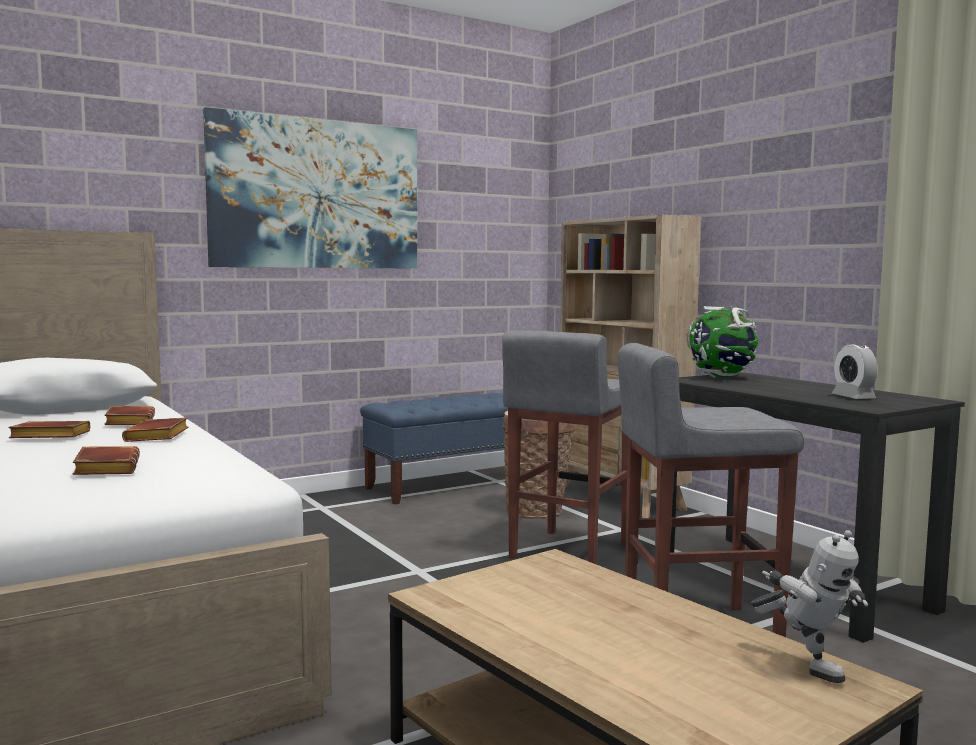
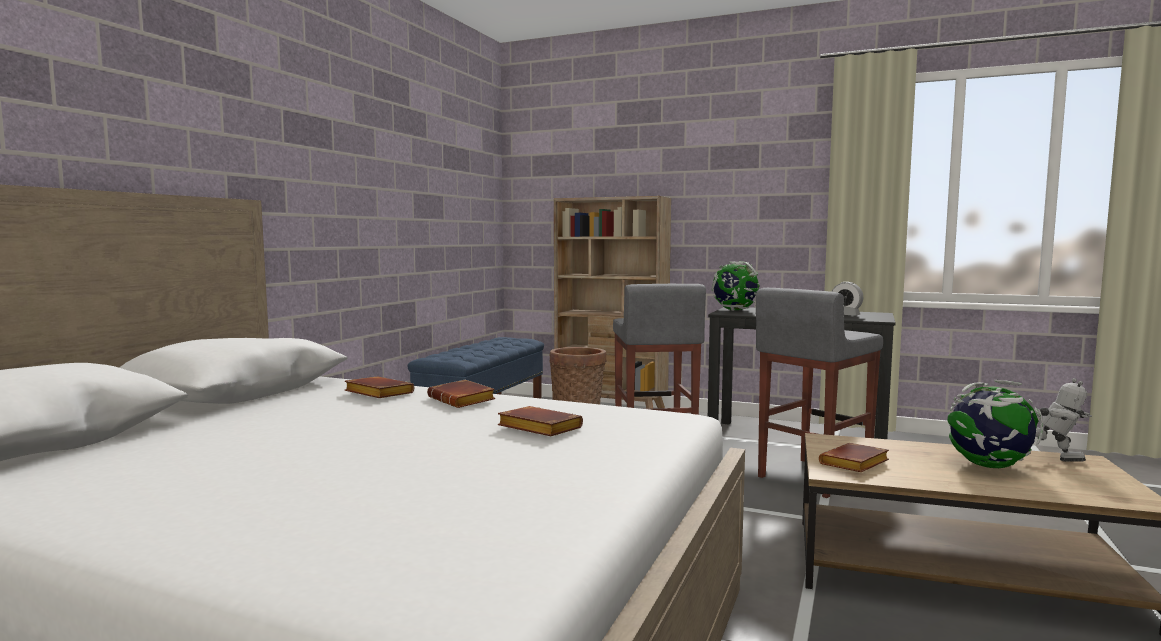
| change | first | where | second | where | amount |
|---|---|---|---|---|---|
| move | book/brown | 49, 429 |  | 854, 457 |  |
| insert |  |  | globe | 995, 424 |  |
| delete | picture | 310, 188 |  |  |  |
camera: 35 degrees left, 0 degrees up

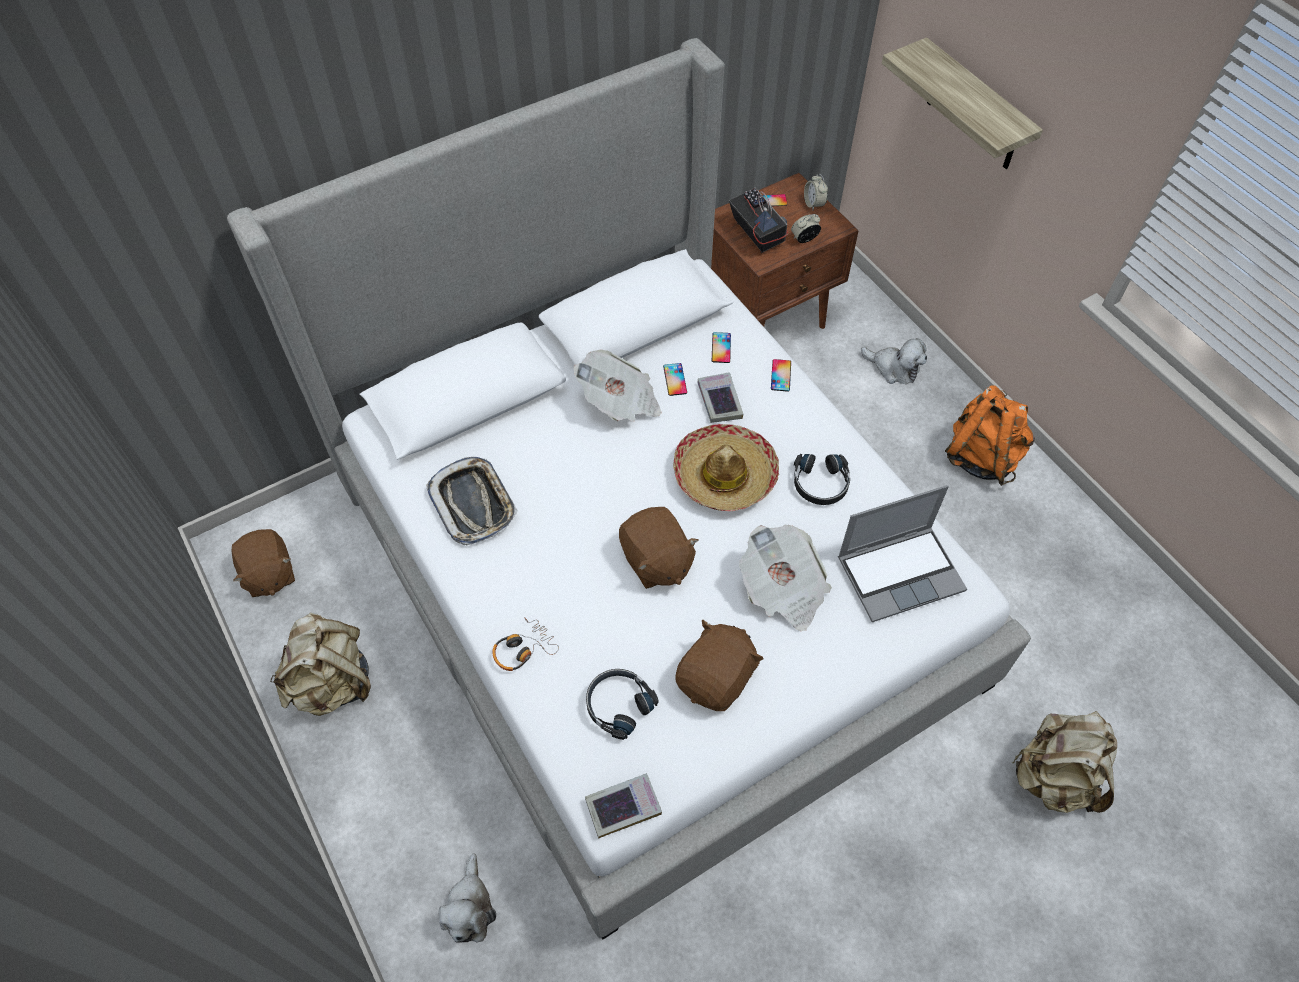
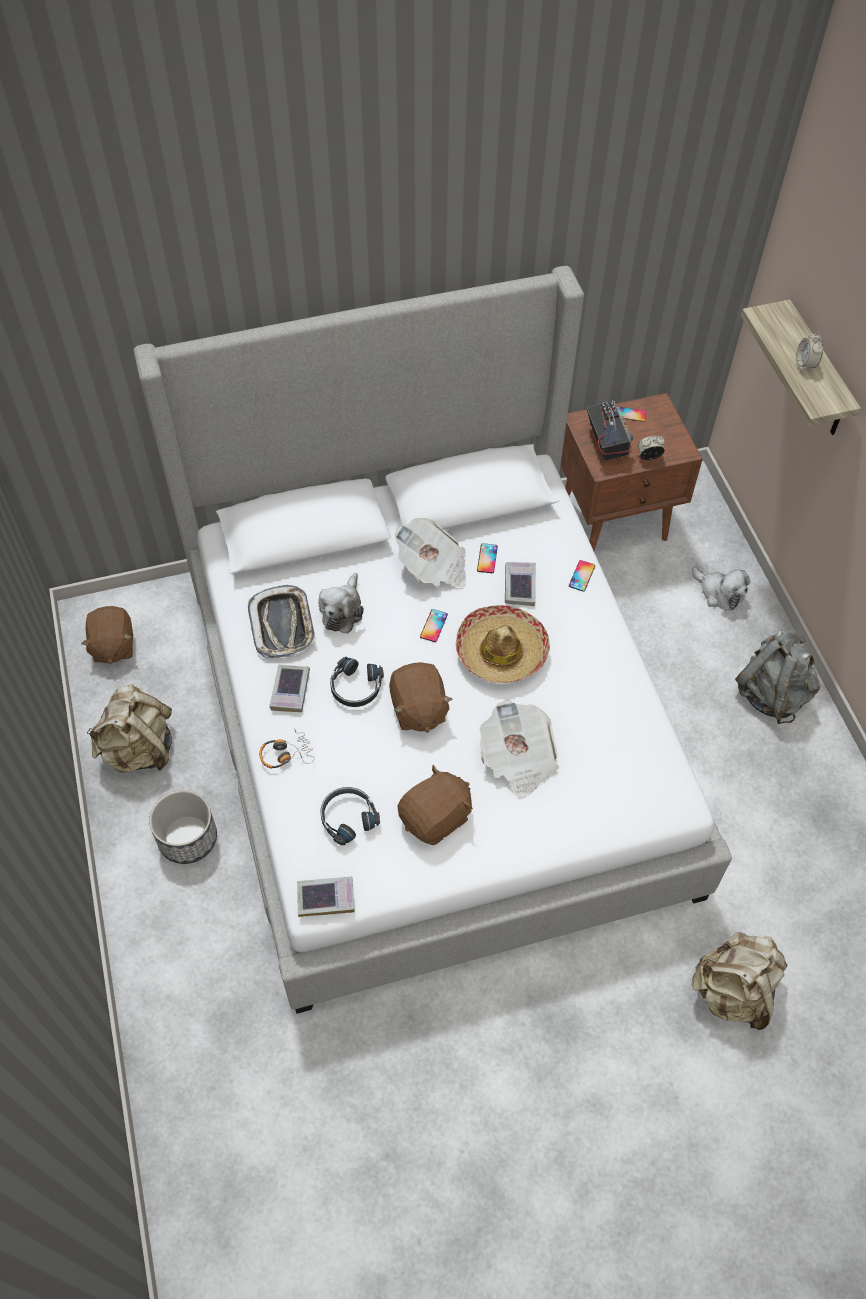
| change | first | where | second | where | amount |
|---|---|---|---|---|---|
| insert |  |  | planter | 183, 827 |  |
| insert |  |  | book | 289, 688 |  |
| move | plush toy | 467, 898 |  | 341, 603 |  |
| move | headphones/black | 822, 479 |  | 357, 682 |  |
| move | phone | 721, 347 |  | 434, 625 |  |
| recolor | backpack/orange | 990, 435 | backpack/grey | 777, 676 |  |
| move | alarm clock | 816, 192 |  | 809, 352 |  |
| delete | laptop | 902, 553 |  |  |  |
camera: 15 degrees right, 0 degrees up

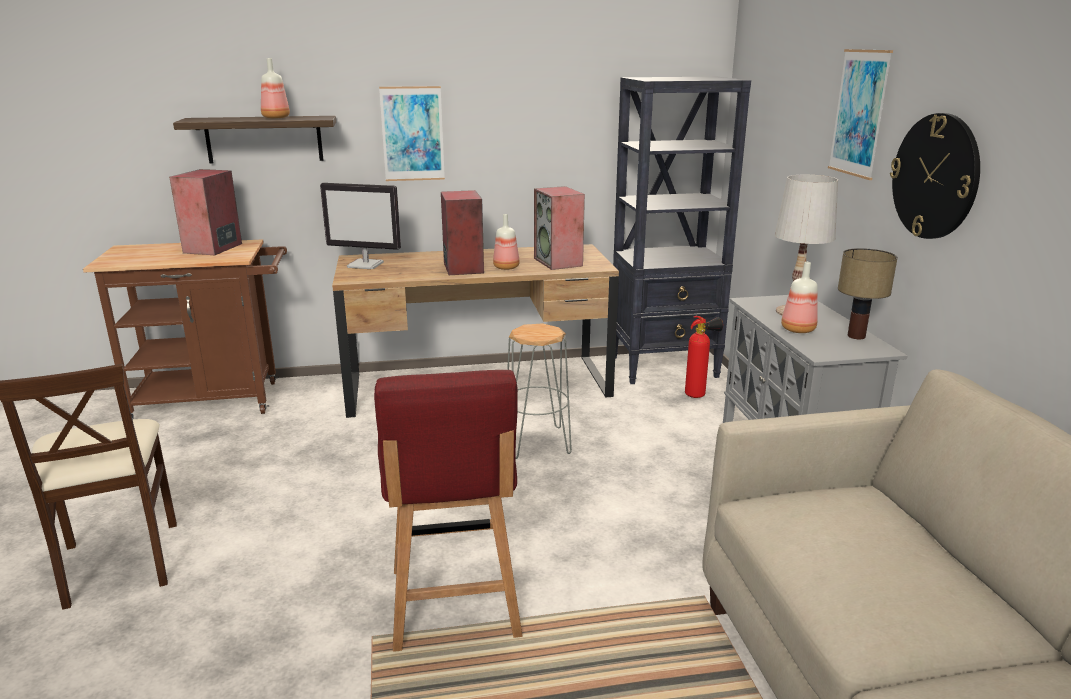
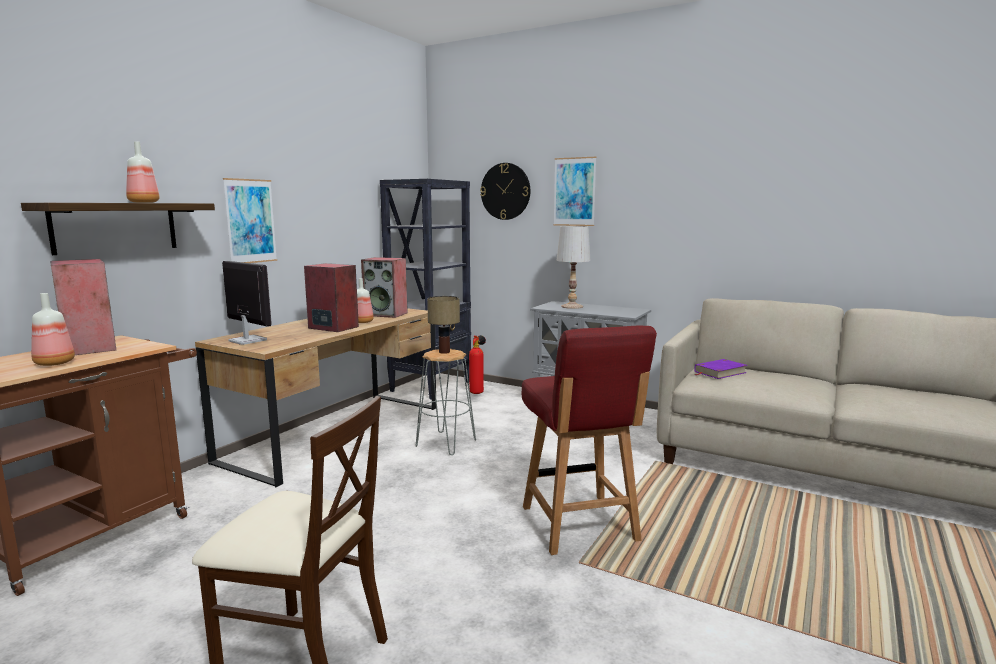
| change | first | where | second | where | amount |
|---|---|---|---|---|---|
| move | bottle | 799, 297 |  | 53, 329 |  |
| rotate | monitor | 360, 226 |  | 247, 303 | 105 degrees counterclockwise |
| move | table lamp | 868, 293 |  | 443, 325 |  |
| move | wall clock | 935, 176 |  | 505, 191 |  |
| rotate | chair/red | 448, 511 |  | 589, 440 | 45 degrees clockwise |
| insert |  |  | book/purple | 720, 369 |  |
camera: 50 degrees left, 10 degrees down

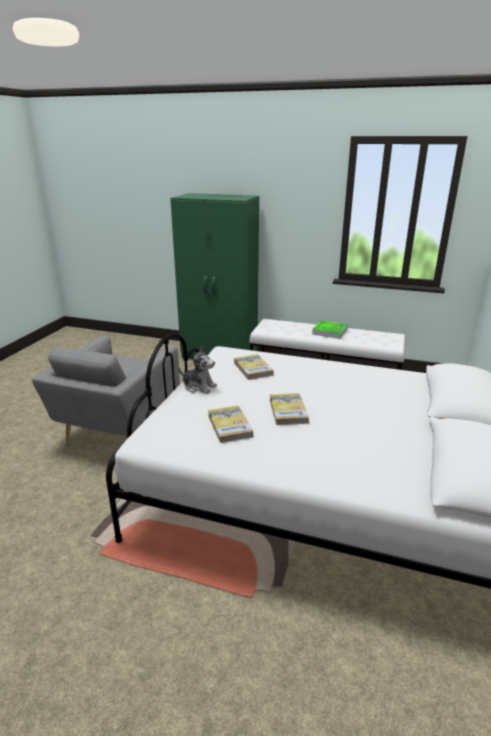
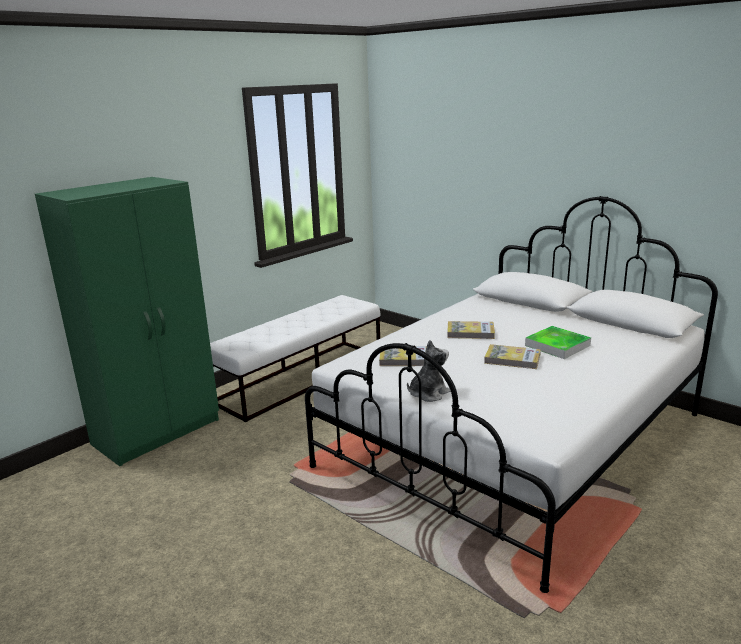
| change | first | where | second | where | amount |
|---|---|---|---|---|---|
| move | book | 230, 424 |  | 471, 330 |  |
| move | tray | 330, 329 |  | 558, 342 |  |
| delete | armchair/grey | 106, 391 |  |  |  |
camera: 65 degrees left, 5 degrees down

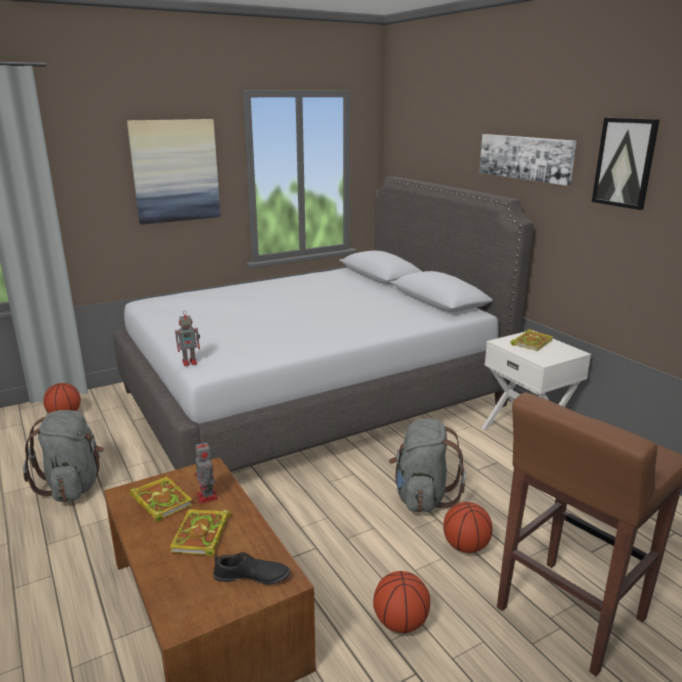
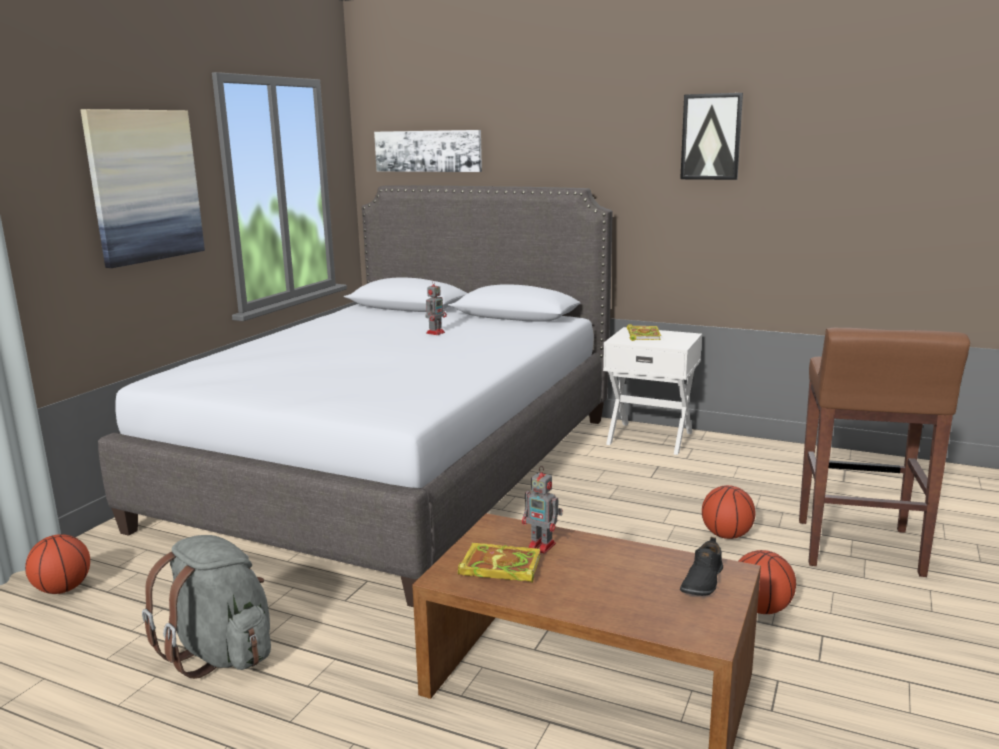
| change | first | where | second | where | amount |
|---|---|---|---|---|---|
| move | picture | 528, 160 |  | 428, 151 |  |
| move | toy robot | 187, 338 |  | 436, 308 |  |
| rotate | shoe/black | 251, 568 |  | 701, 566 | 150 degrees clockwise |
| delete | book | 200, 532 |  |  |  |
| delete | backpack/grey | 427, 465 |  |  |  |
camera: 35 degrees left, 5 degrees down

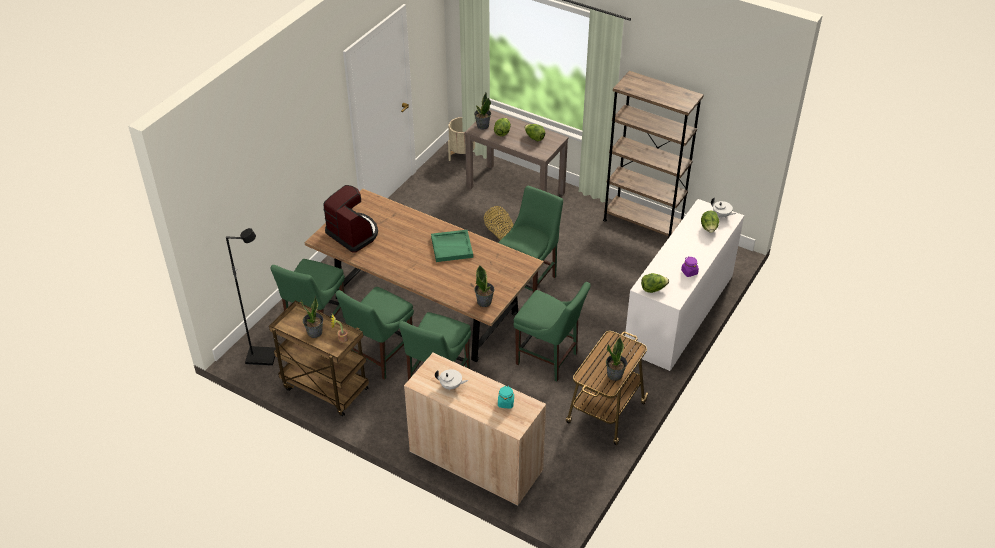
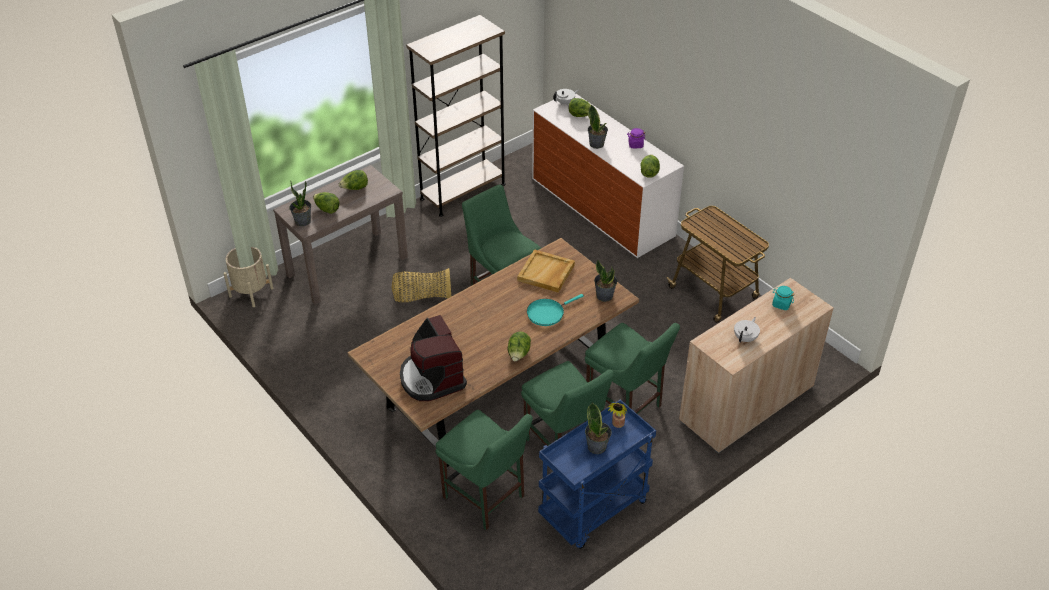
| change | first | where | second | where | amount |
|---|---|---|---|---|---|
| rotate | coffee machine | 350, 219 |  | 433, 358 | 90 degrees counterclockwise |
| insert |  |  | lettuce | 519, 346 |  |
| insert |  |  | tray/beige | 546, 271 |  |
| insert |  |  | frying pan/turquoise | 555, 310 |  |
| recolor | cart/brown | 319, 359 | cart/blue | 597, 474 |  |
| move | potted plant | 616, 359 |  | 598, 126 |  |
| delete | floor lamp/black | 251, 297 |  |  |  |
| delete | tray/green | 452, 246 |  |  |  |
| delete | chair/green | 552, 331 |  |  |  |
camera: 70 degrees left, 0 degrees up

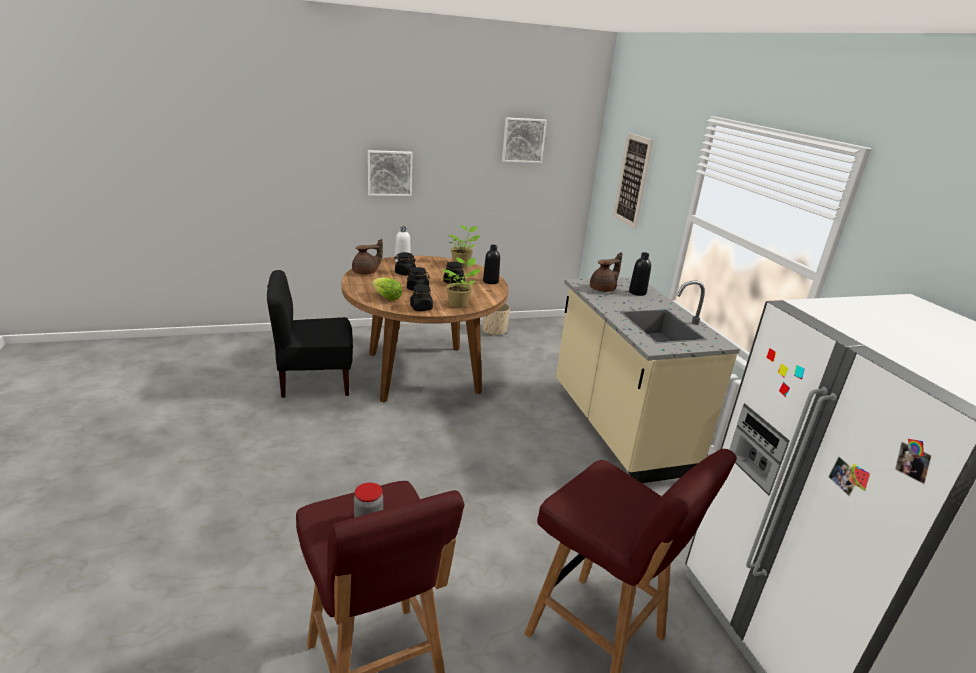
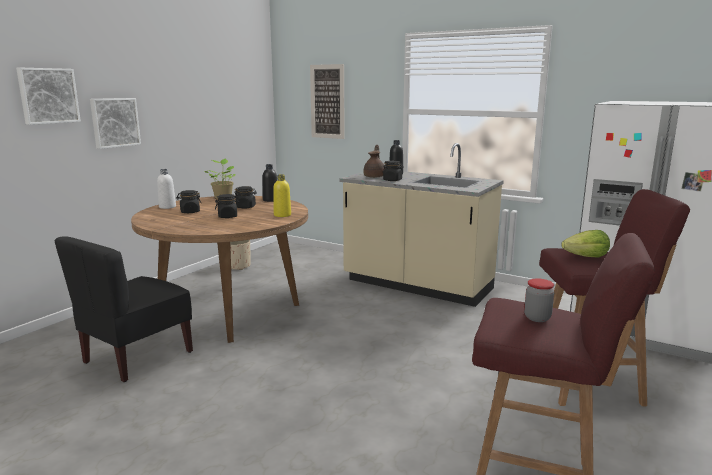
| change | first | where | second | where | amount |
|---|---|---|---|---|---|
| move | picture | 524, 140 |  | 48, 96 |  |
| replace | potted plant | 461, 282 | bottle/yellow | 282, 195 |  |
| move | jar/black | 421, 297 |  | 393, 171 |  |
| move | lettuce | 387, 289 |  | 586, 244 |  |
| delete | teapot/brown | 367, 257 |  |  |  |
camera: 40 degrees left, 10 degrees down

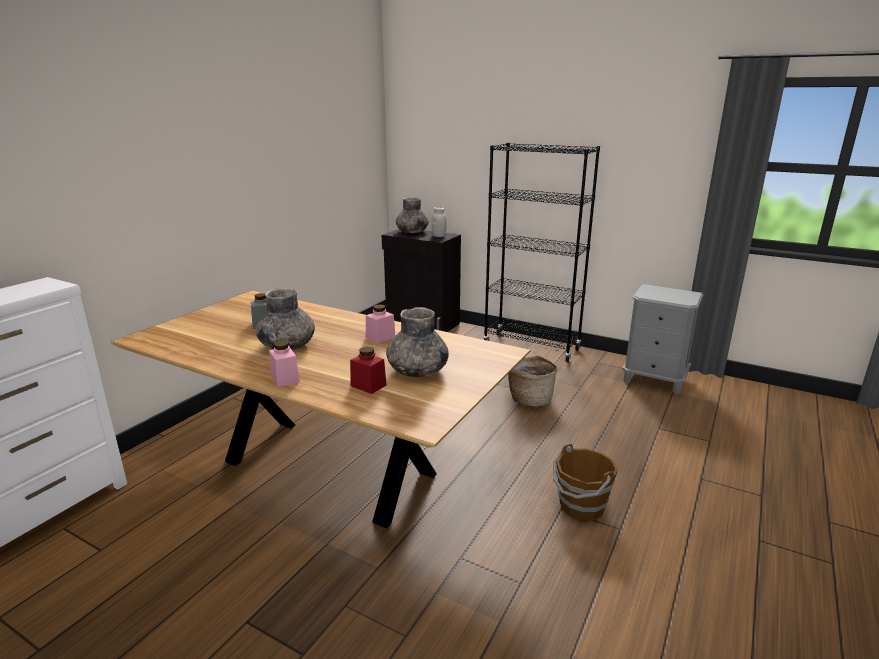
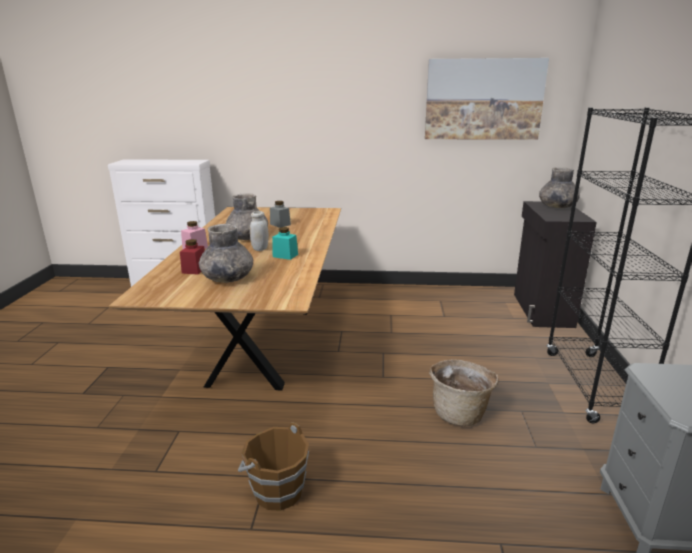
| change | first | where | second | where | amount |
|---|---|---|---|---|---|
| move | jar/white | 438, 222 |  | 259, 231 |  |
| recolor | jar/pink | 381, 324 | jar/turquoise | 285, 243 |  |
| insert |  |  | picture | 487, 99 |  |
camera: 65 degrees right, 0 degrees up

